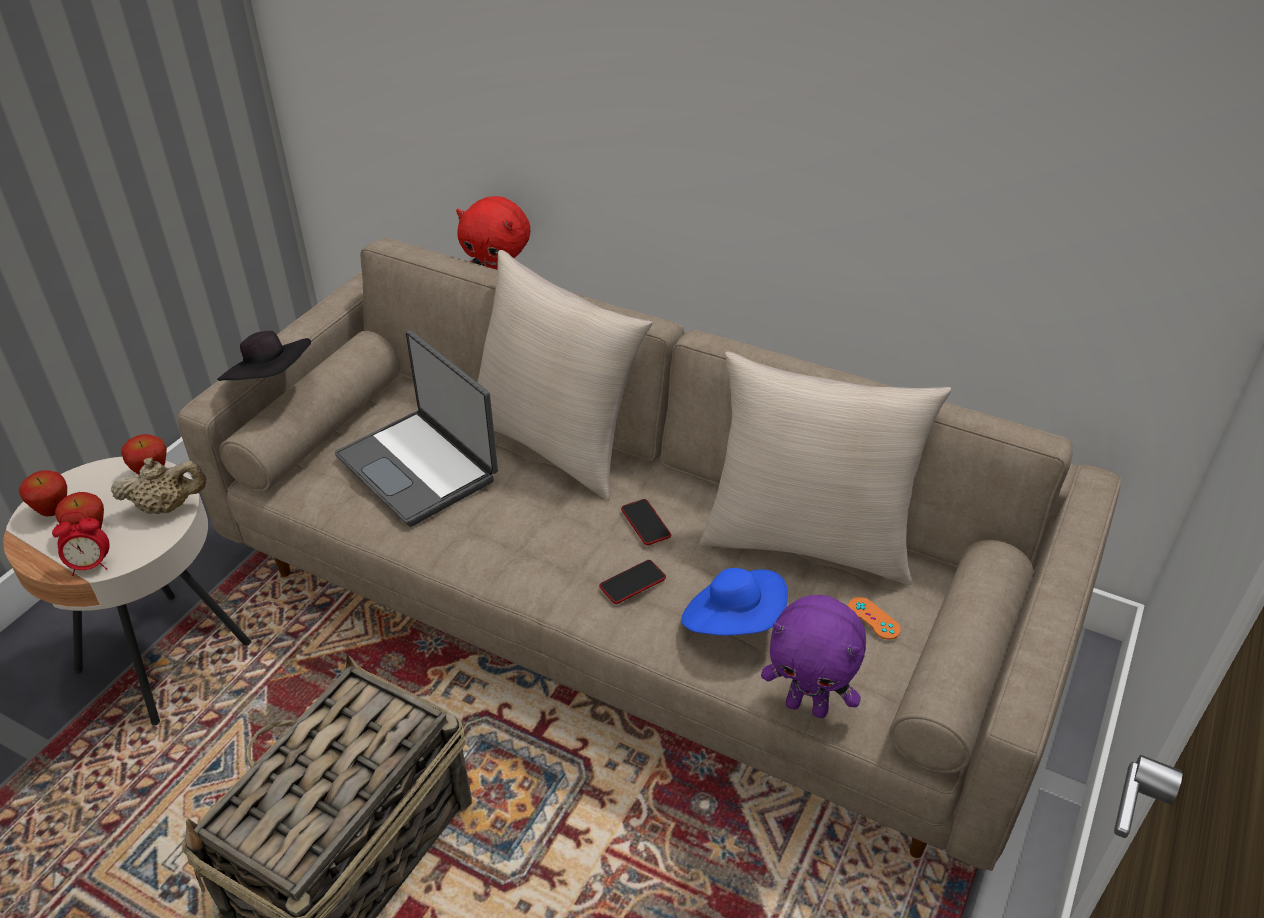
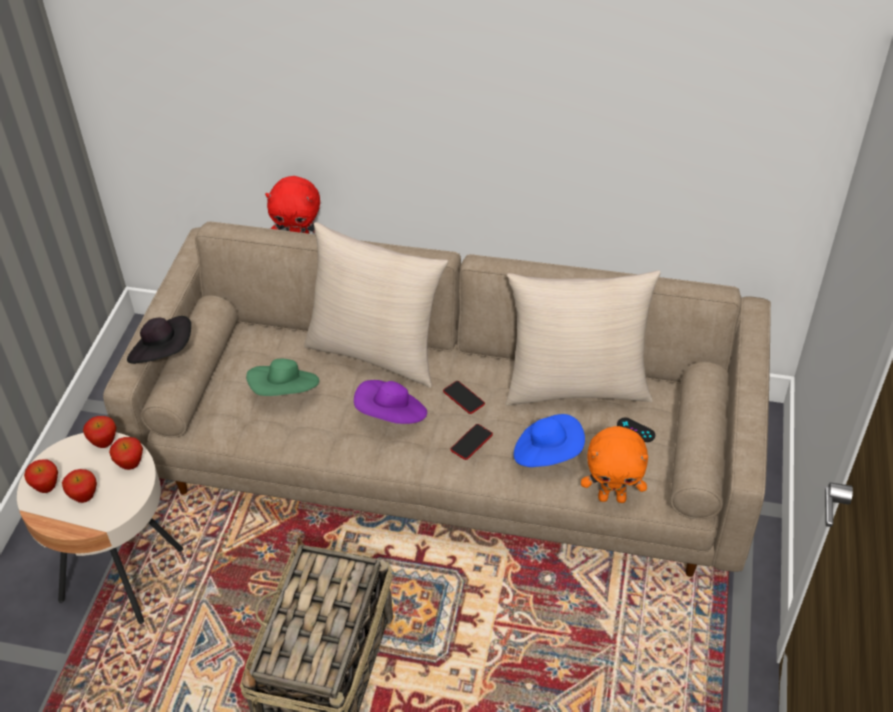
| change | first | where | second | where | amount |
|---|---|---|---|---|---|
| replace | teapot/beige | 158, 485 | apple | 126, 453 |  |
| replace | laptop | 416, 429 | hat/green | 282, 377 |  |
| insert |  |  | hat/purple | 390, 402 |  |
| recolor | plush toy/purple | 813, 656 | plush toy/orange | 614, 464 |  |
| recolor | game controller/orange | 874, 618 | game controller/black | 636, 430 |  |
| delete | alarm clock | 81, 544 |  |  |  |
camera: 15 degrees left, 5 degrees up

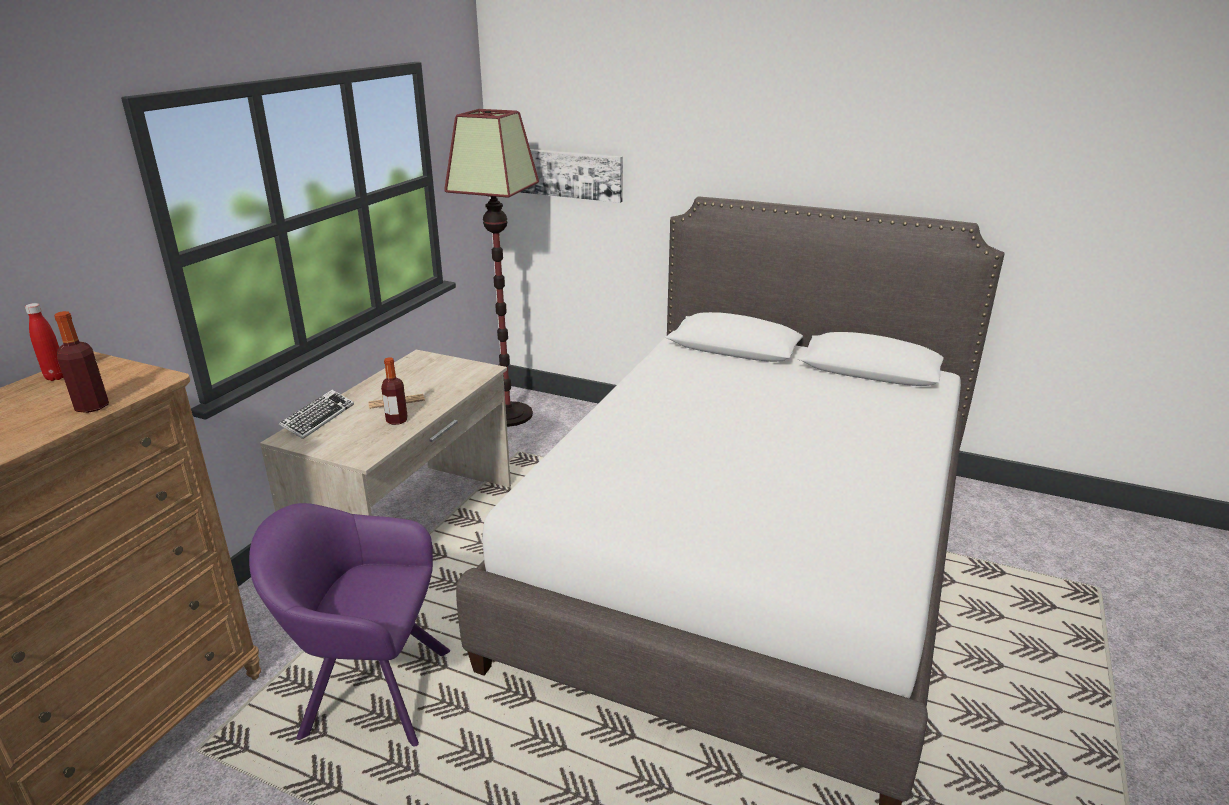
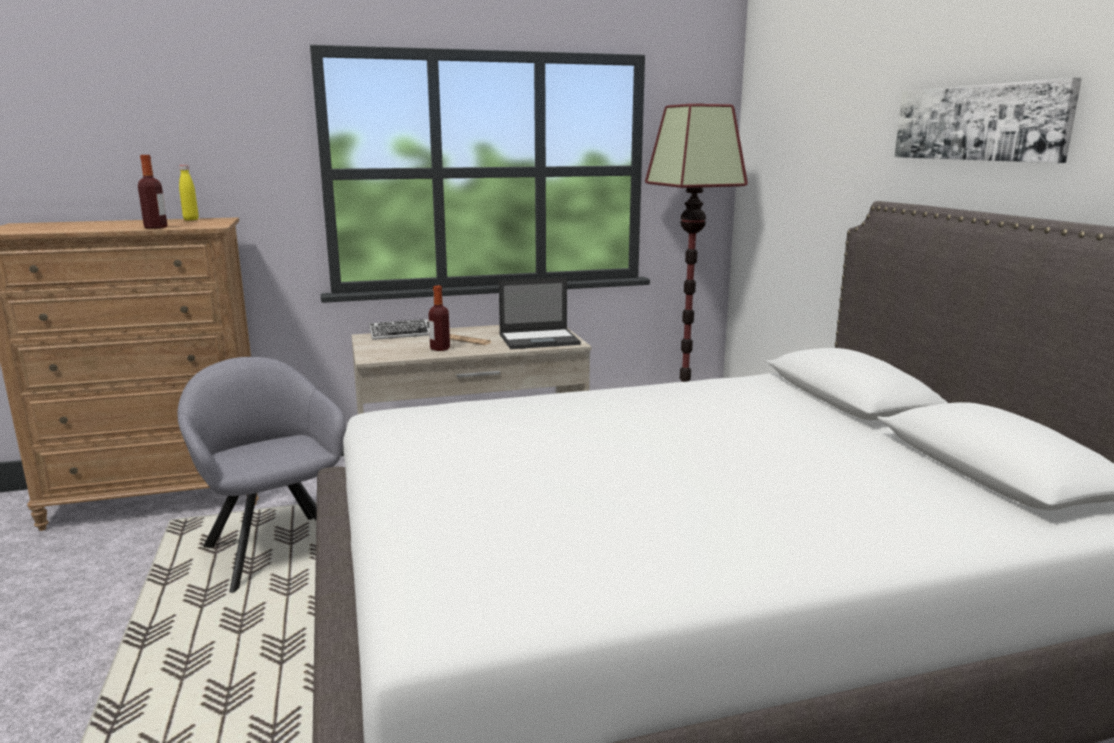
| change | first | where | second | where | amount |
|---|---|---|---|---|---|
| recolor | armchair/purple | 349, 625 | armchair/grey | 261, 475 |  |
| recolor | bottle/red | 44, 342 | bottle/yellow | 189, 193 |  |
| insert |  |  | laptop | 540, 313 |  |
| move | picture | 571, 176 |  | 988, 120 |  |
camera: 50 degrees right, 10 degrees down

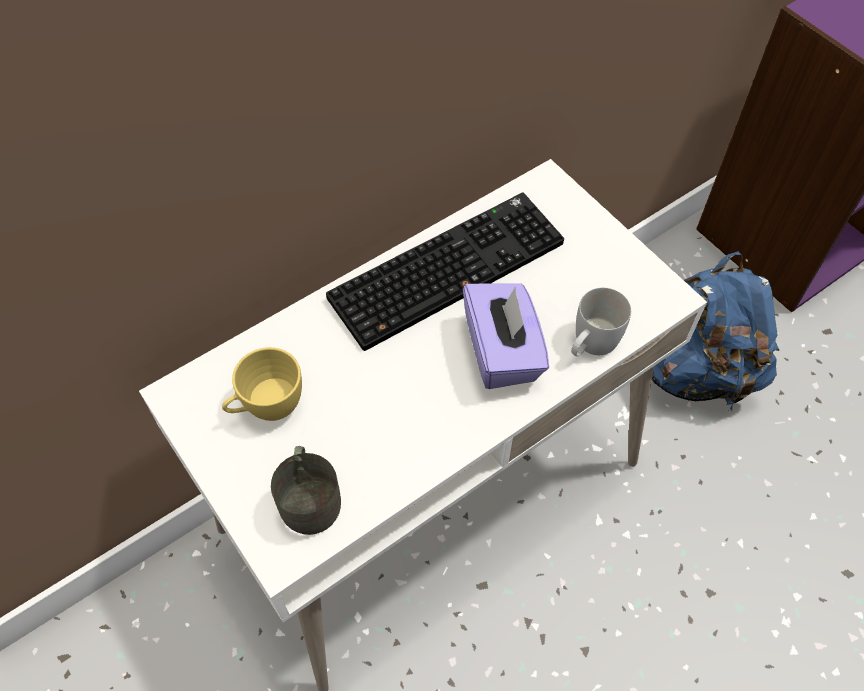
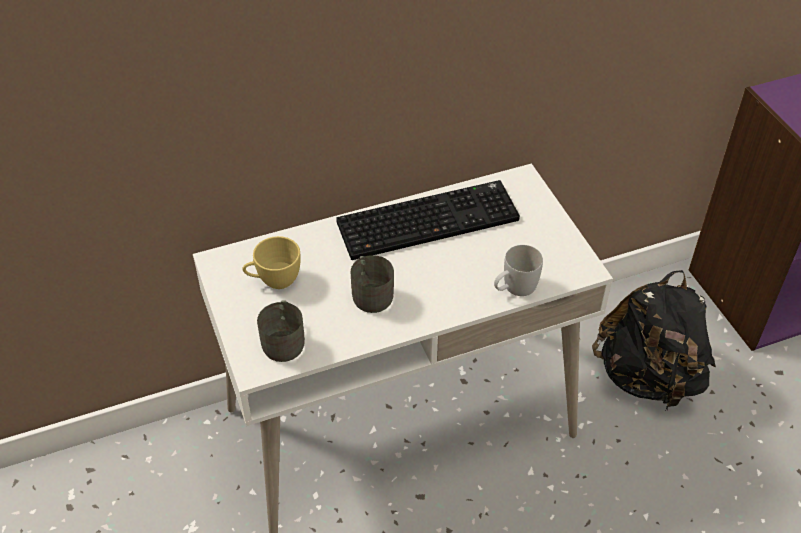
| change | first | where | second | where | amount |
|---|---|---|---|---|---|
| insert |  |  | mug/grey | 372, 284 |  |
| recolor | backpack/blue | 715, 331 | backpack/black | 654, 340 |  |
| delete | tissue box/purple | 506, 336 |  |  |  |
camera: 15 degrees right, 10 degrees down

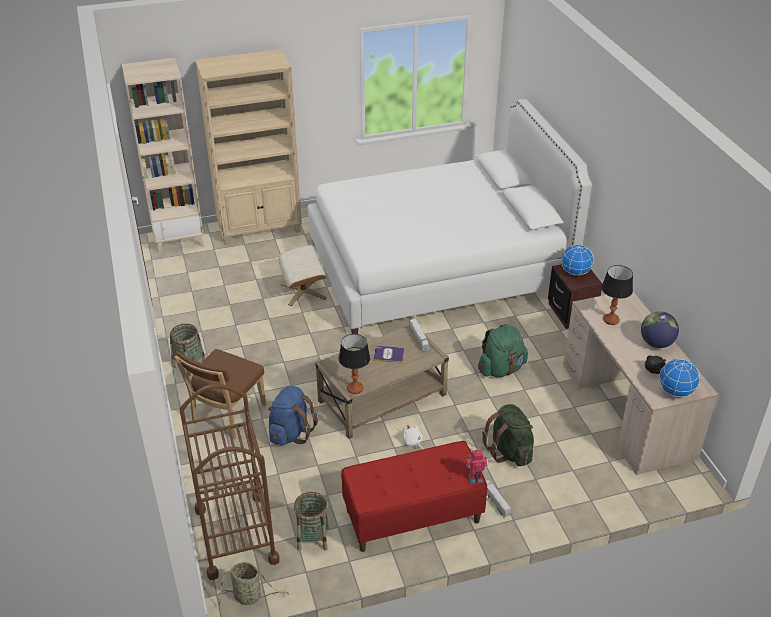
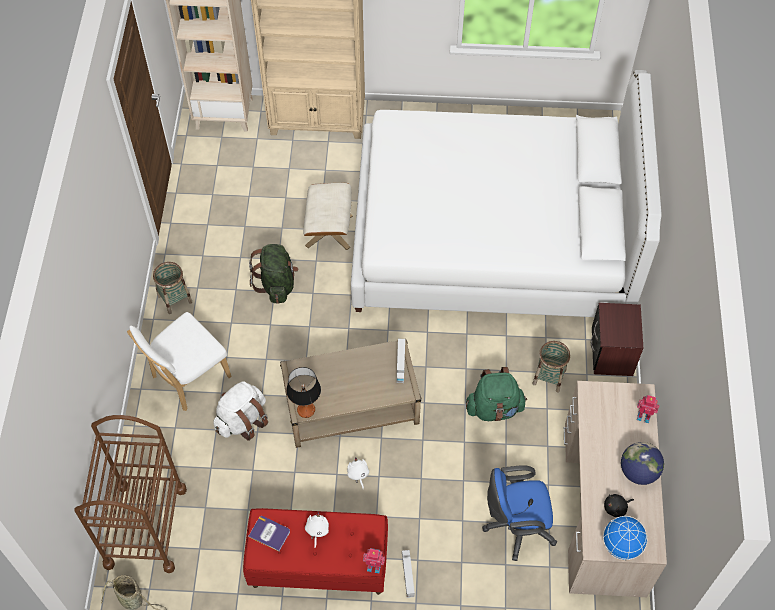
| change | first | where | second | where | amount |
|---|---|---|---|---|---|
| recolor | chair/brown | 220, 394 | chair/white | 179, 361 |  |
| recolor | backpack/blue | 293, 416 | backpack/white | 240, 411 |  |
| move | book | 388, 354 |  | 269, 533 |  |
| move | backpack/green | 508, 435 |  | 273, 274 |  |
| insert |  |  | plush toy/white | 317, 530 |  |
| insert |  |  | office chair/blue | 519, 513 |  |
| move | basket | 311, 521 |  | 551, 367 |  |
| insert |  |  | toy robot | 648, 409 |  |
| delete | globe | 577, 260 |  |  |  |
| delete | table lamp | 617, 295 |  |  |  |
camera: 20 degrees right, 20 degrees up

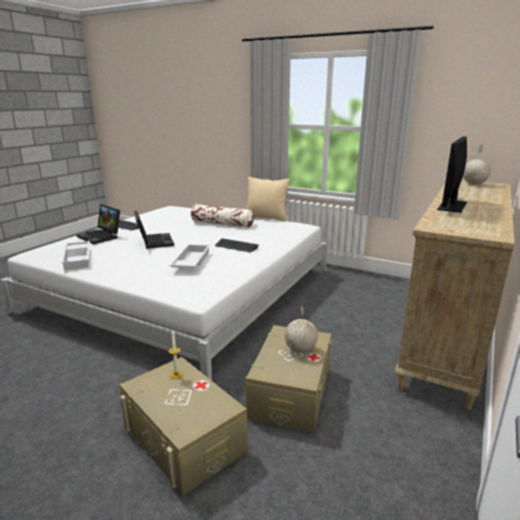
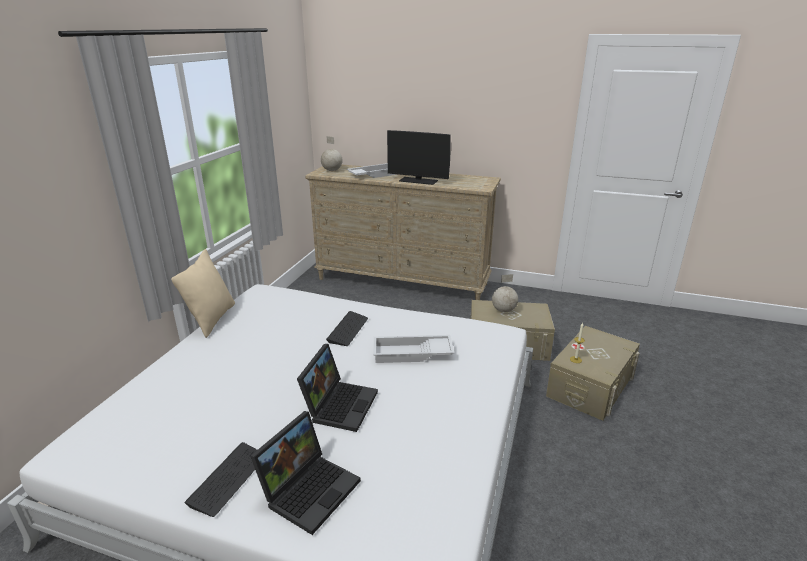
| change | first | where | second | where | amount |
|---|---|---|---|---|---|
| rotate | laptop | 154, 229 |  | 337, 388 | 135 degrees clockwise |
| move | tray/white | 75, 255 |  | 372, 170 |  |
| delete | pillow | 222, 216 |  |  |  |
camera: 100 degrees left, 5 degrees up

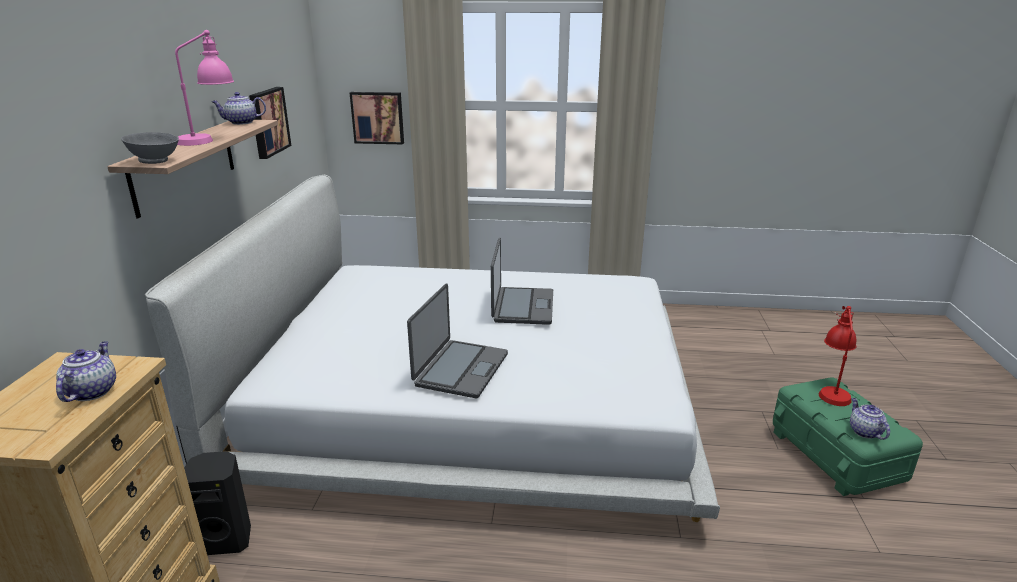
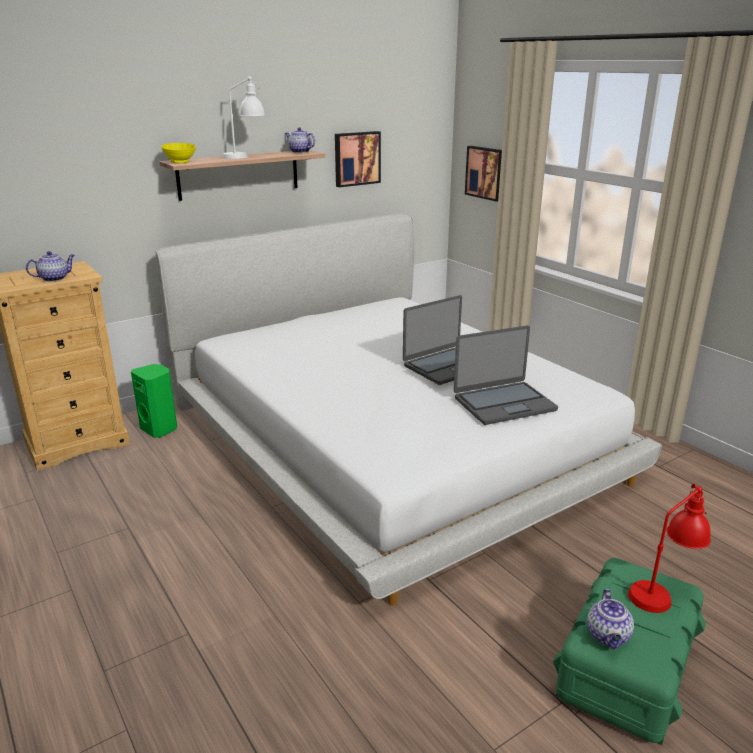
| change | first | where | second | where | amount |
|---|---|---|---|---|---|
| recolor | speaker/black | 217, 503 | speaker/green | 154, 401 |  |
| recolor | bowl/grey | 150, 148 | bowl/yellow | 178, 153 |  |
| recolor | table lamp/pink | 204, 88 | table lamp/white | 243, 117 |  |
| move | laptop | 457, 340 |  | 506, 375 |  |
| rotate | teapot | 870, 419 |  | 610, 619 | 150 degrees clockwise |
camera: 50 degrees right, 0 degrees up

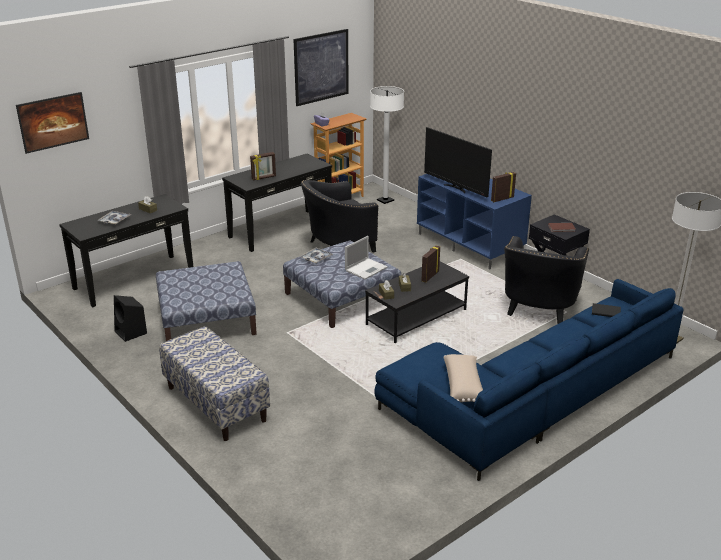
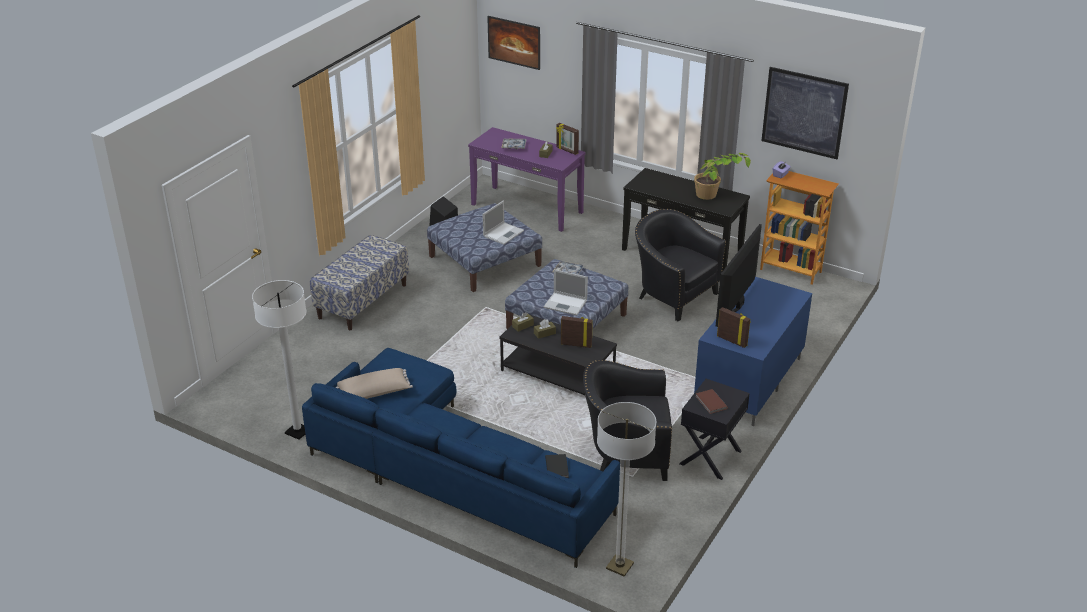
| change | first | where | second | where | amount |
|---|---|---|---|---|---|
| move | floor lamp/white | 387, 145 |  | 279, 360 |  |
| recolor | console table/black | 126, 250 | console table/purple | 527, 179 |  |
| insert |  |  | laptop | 503, 223 |  |
| move | picture frame | 263, 166 |  | 567, 139 |  |
| insert |  |  | potted plant | 722, 176 |  |
camera: 70 degrees right, 5 degrees up

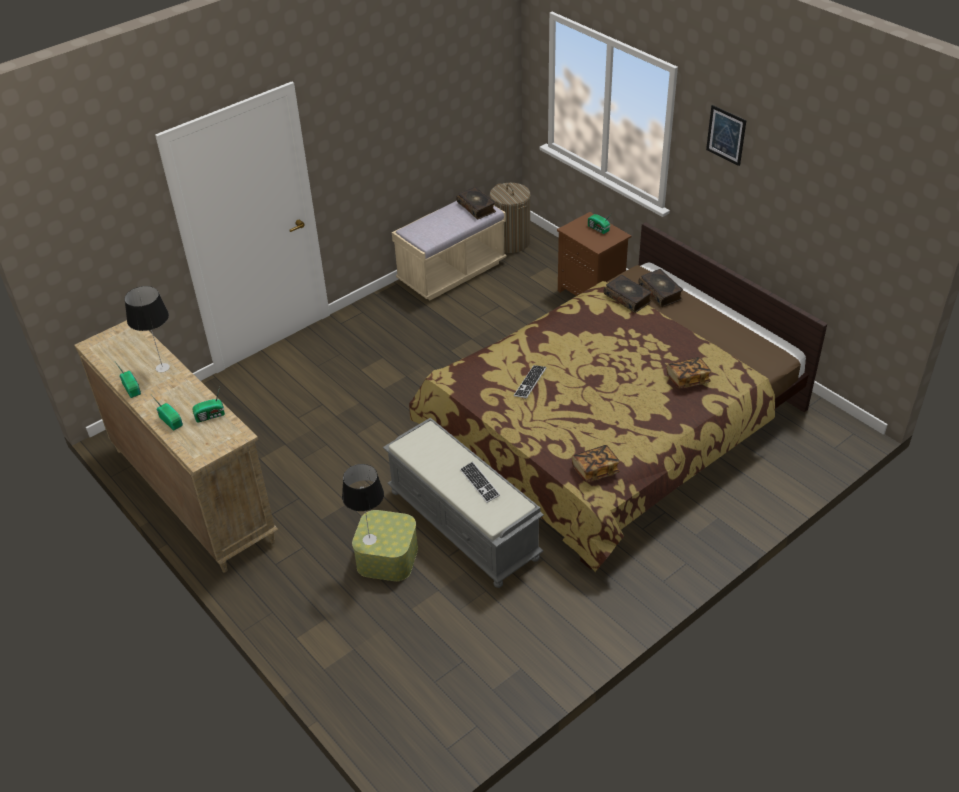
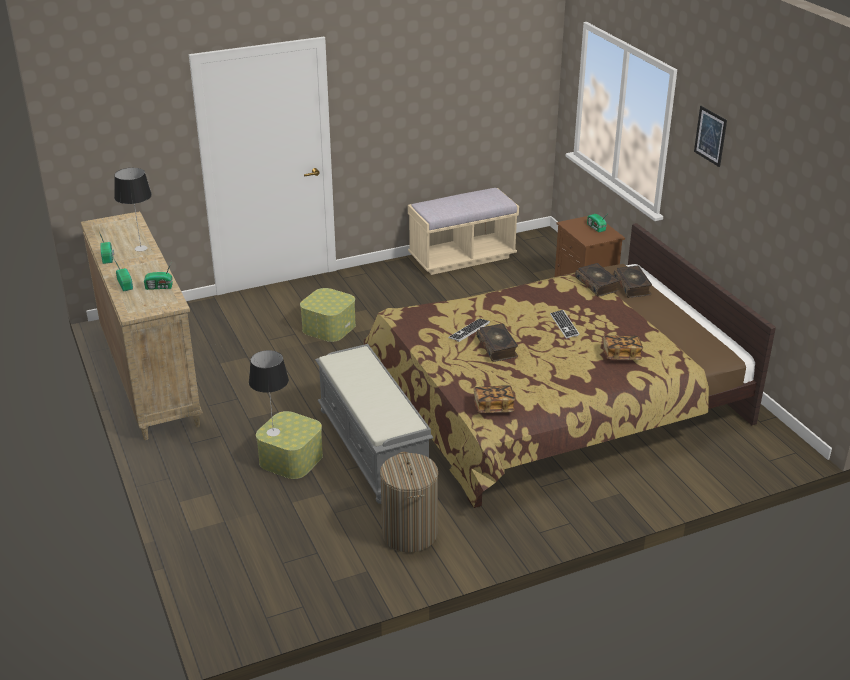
| change | first | where | second | where | amount |
|---|---|---|---|---|---|
| insert |  |  | storage box | 328, 315 |  |
| move | laundry basket | 510, 218 |  | 409, 502 |  |
| move | book | 476, 203 |  | 497, 342 |  |
| move | keyboard | 480, 482 |  | 565, 324 |  |
camera: 15 degrees right, 10 degrees down

